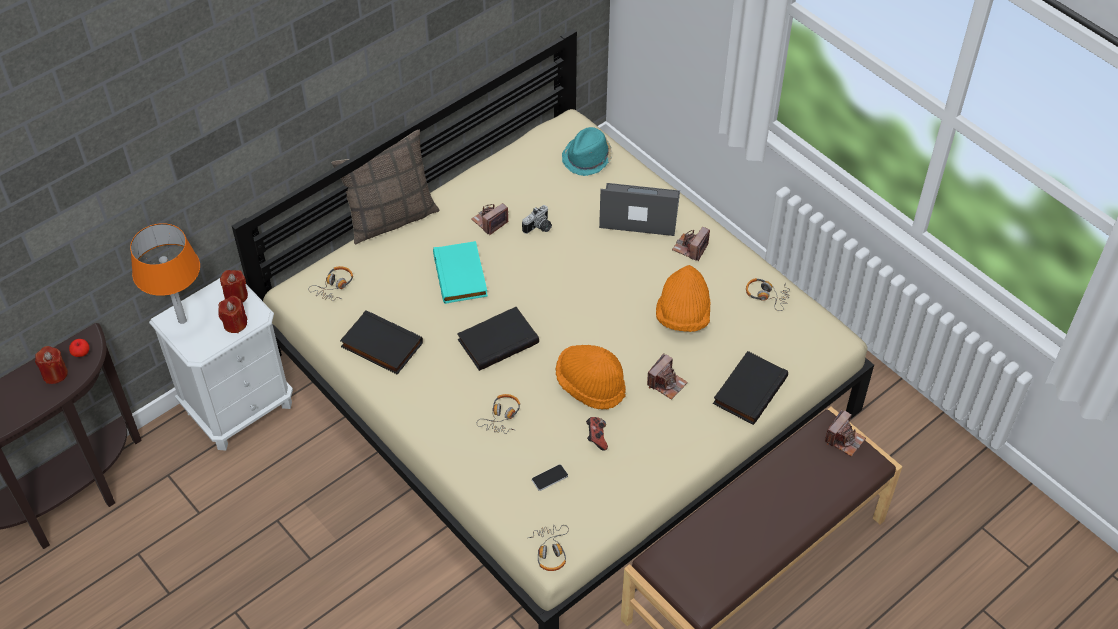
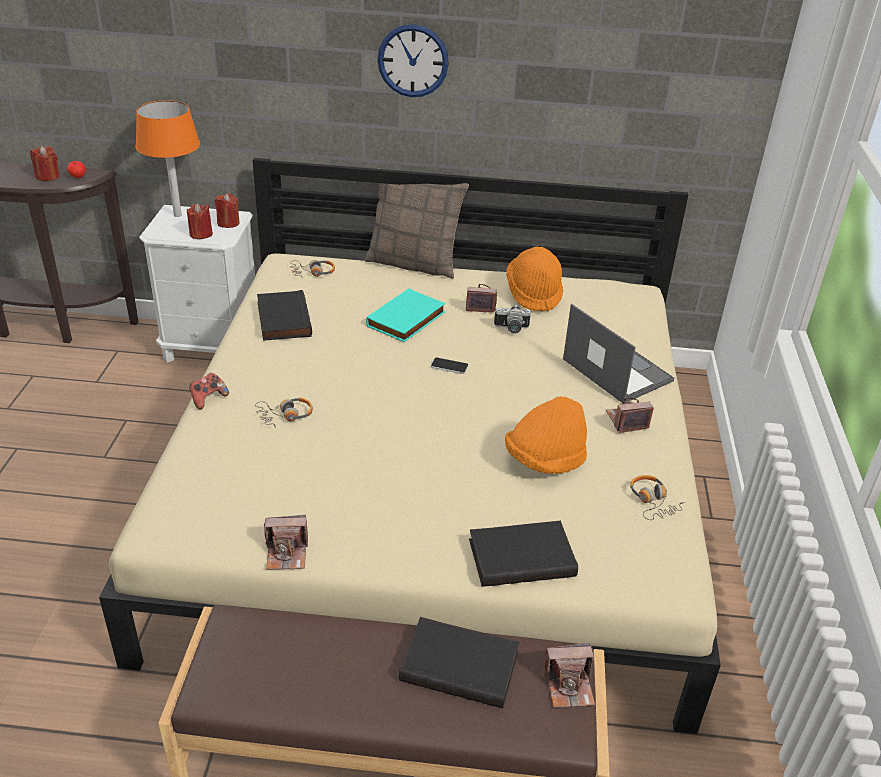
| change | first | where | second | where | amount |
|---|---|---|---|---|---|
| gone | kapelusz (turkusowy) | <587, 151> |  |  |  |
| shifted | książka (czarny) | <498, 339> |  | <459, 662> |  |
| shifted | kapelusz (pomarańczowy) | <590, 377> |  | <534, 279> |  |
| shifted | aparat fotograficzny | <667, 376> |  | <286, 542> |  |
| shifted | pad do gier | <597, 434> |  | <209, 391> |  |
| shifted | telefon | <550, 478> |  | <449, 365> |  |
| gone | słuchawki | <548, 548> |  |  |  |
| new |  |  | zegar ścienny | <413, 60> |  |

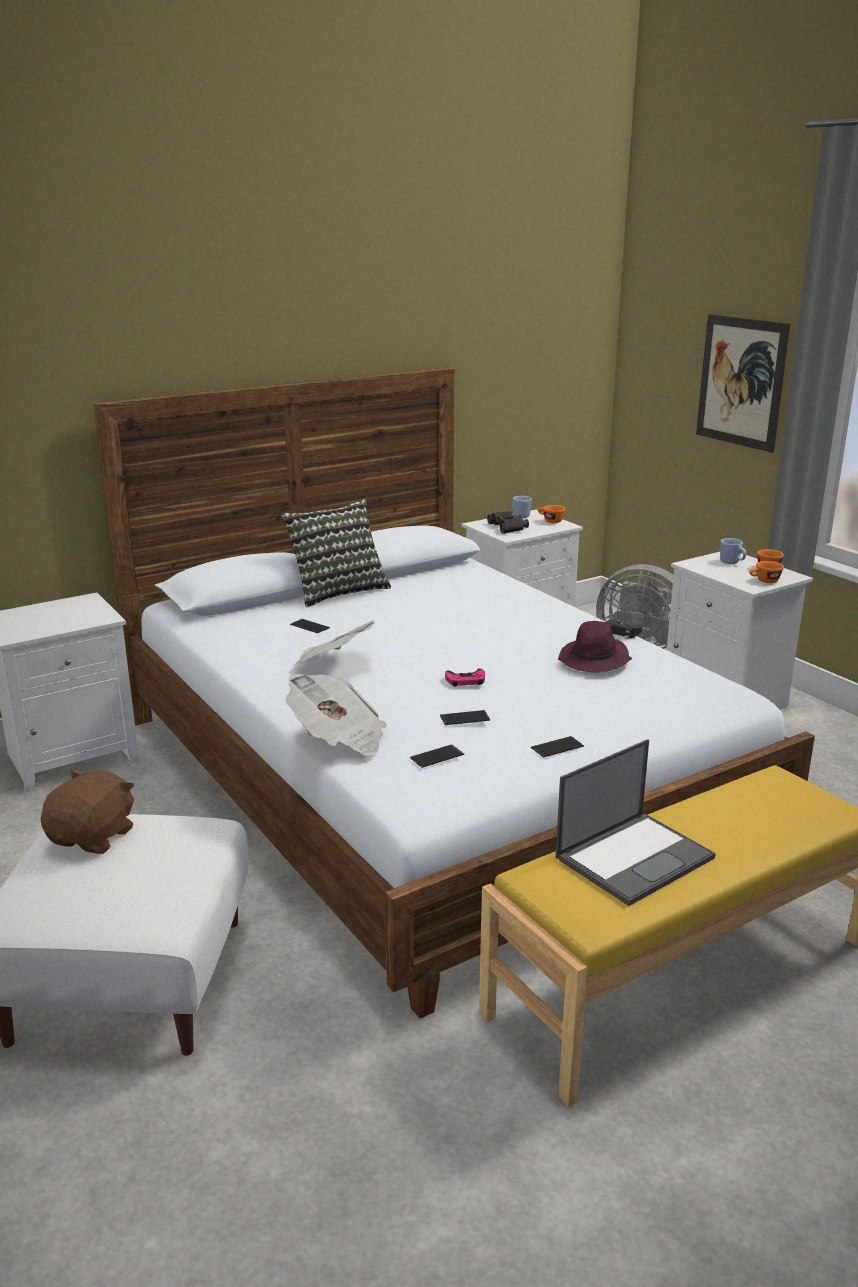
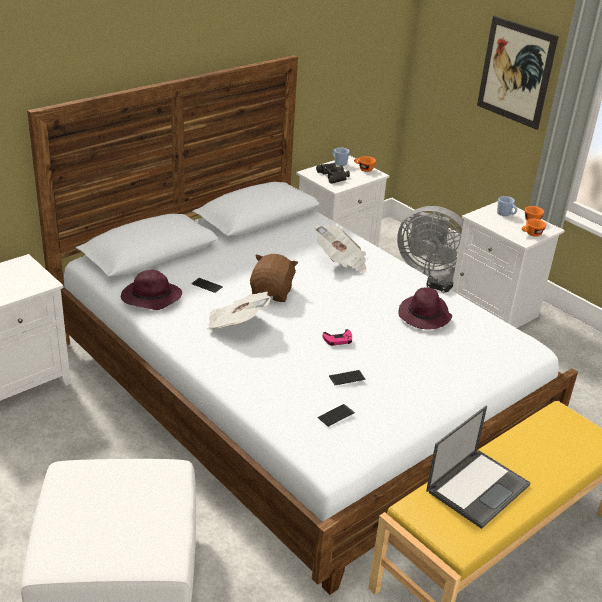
| change | first | where | second | where | amount |
|---|---|---|---|---|---|
| gone | poduszka | <336, 552> |  |  |  |
| shifted | gazeta | <335, 715> |  | <340, 249> |  |
| gone | telefon | <557, 747> |  |  |  |
| shifted | pluszak (brązowy) | <87, 811> |  | <274, 278> |  |
| new |  |  | kapelusz (fioletowy) | <151, 290> |  |

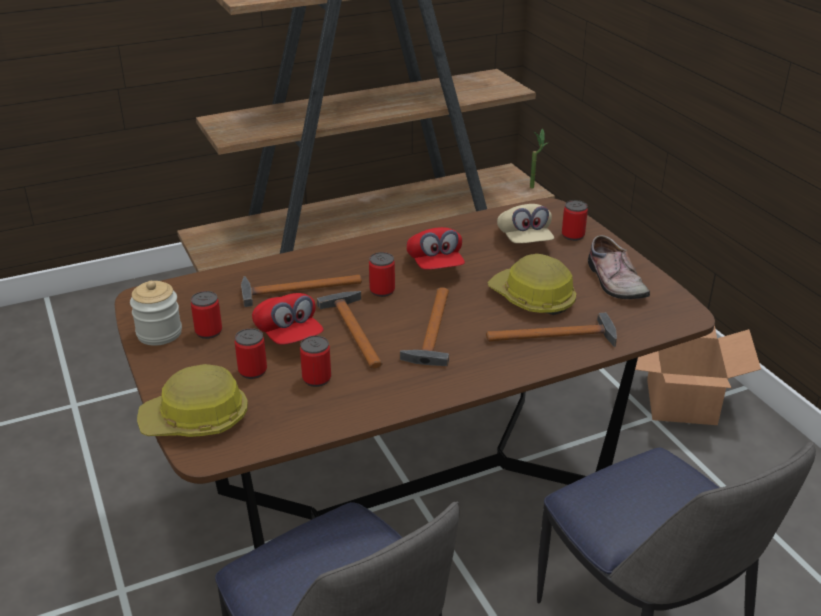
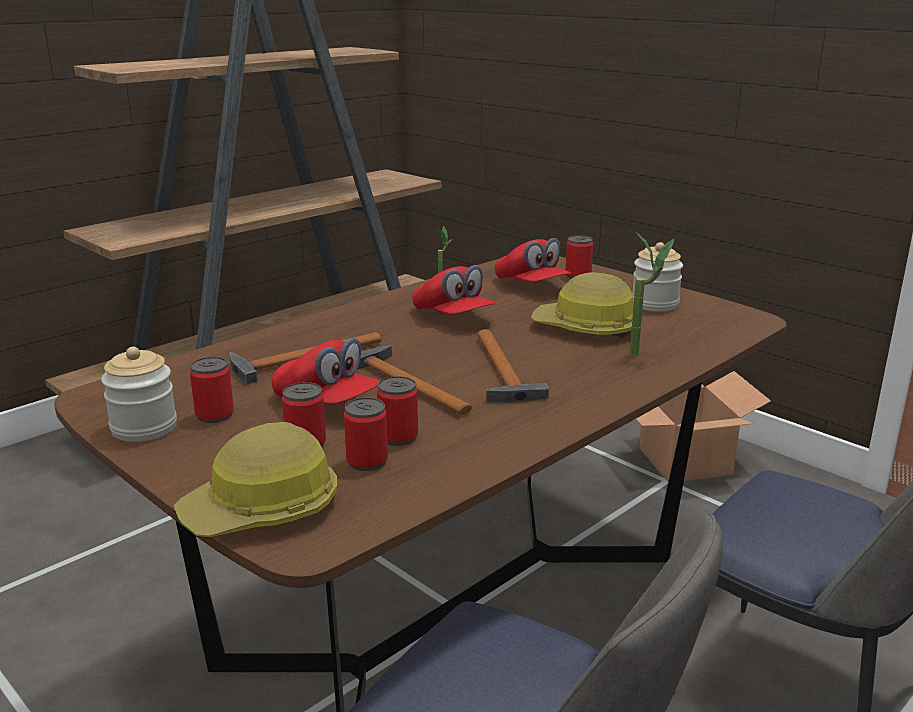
| change | first | where | second | where | amount |
|---|---|---|---|---|---|
| repainted | czapka z daszkiem (beżowy) | <525, 223> | czapka z daszkiem (czerwony) | <533, 260> |  |
| swapped | but | <619, 267> | słoik | <657, 277> |  |
| shifted | puszka | <382, 274> |  | <366, 434> |  |
| swapped | młotek | <551, 330> | roślina doniczkowa | <652, 294> |  |

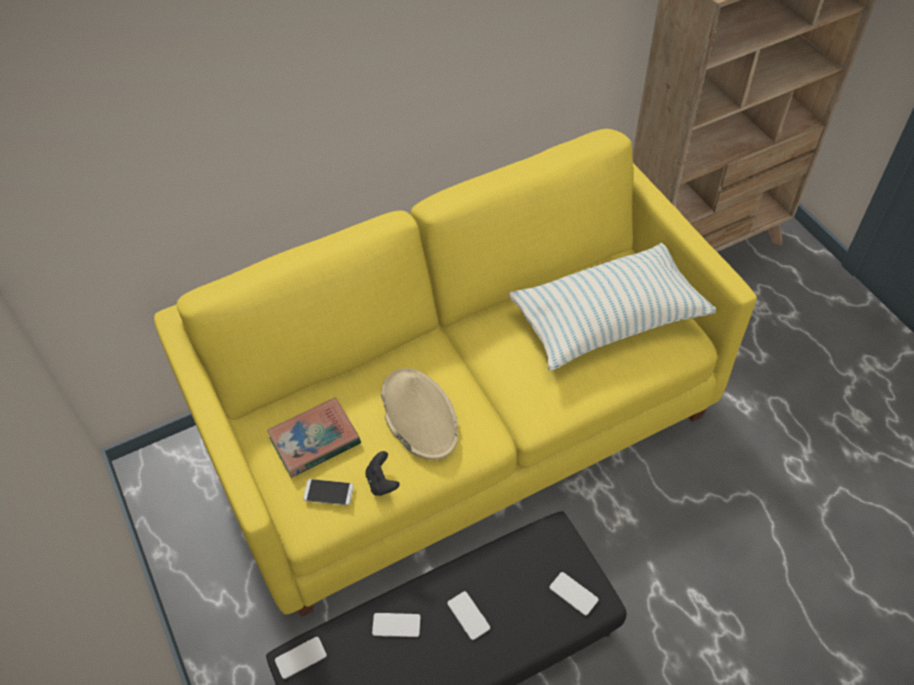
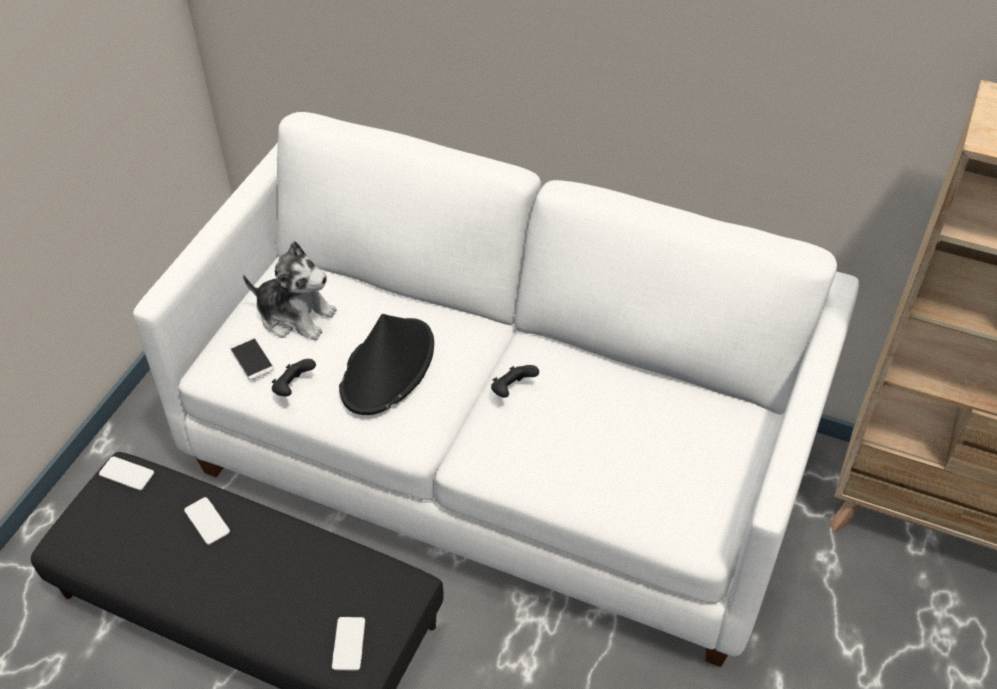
| change | first | where | second | where | amount |
|---|---|---|---|---|---|
| repainted | kanapa (żółty) | <455, 373> | kanapa (biały) | <496, 389> |  |
| gone | poduszka | <612, 307> |  |  |  |
| repainted | kapelusz (beżowy) | <419, 414> | kapelusz (czarny) | <386, 364> |  |
| swapped | książka | <314, 437> | pluszak | <290, 290> |  |
| gone | telefon | <468, 615> |  |  |  |
| new |  |  | pad do gier (czarny) | <515, 381> |  |

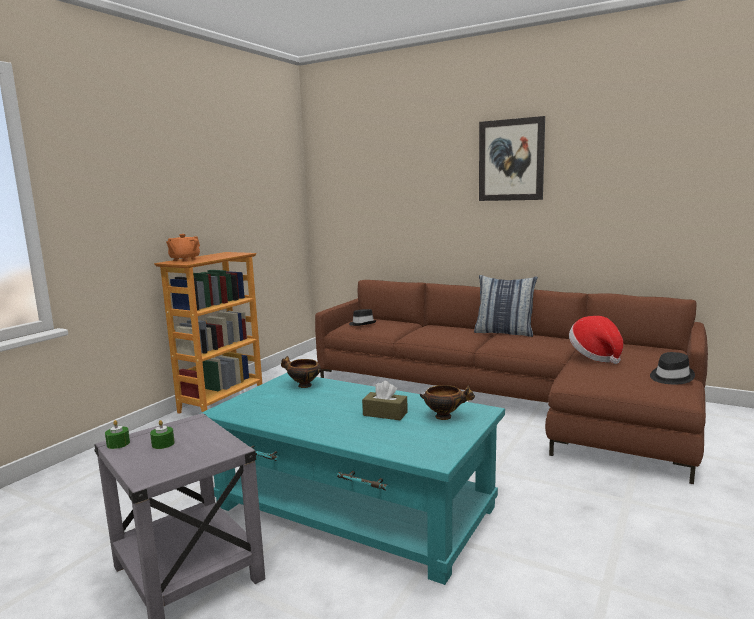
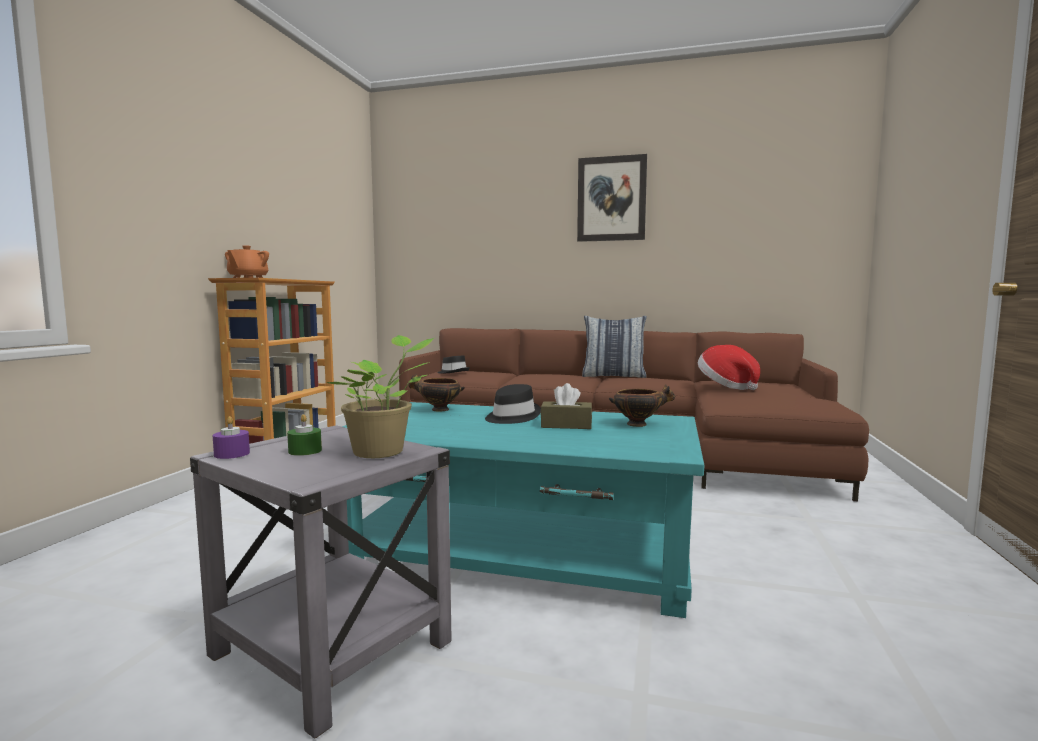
| change | first | where | second | where | amount |
|---|---|---|---|---|---|
| shifted | kapelusz (czarny) | <672, 368> |  | <513, 404> |  |
| repainted | świeca (zielony) | <117, 434> | świeca (fioletowy) | <231, 437> |  |
| new |  |  | roślina doniczkowa | <380, 396> |  |

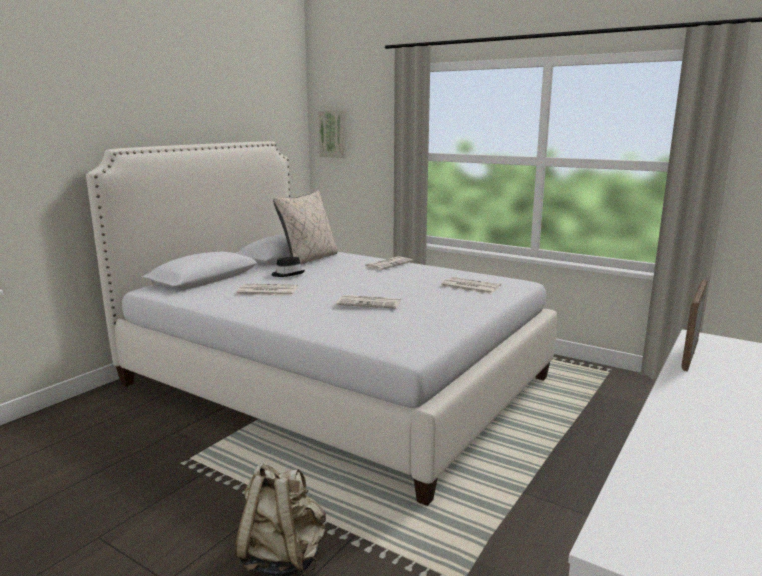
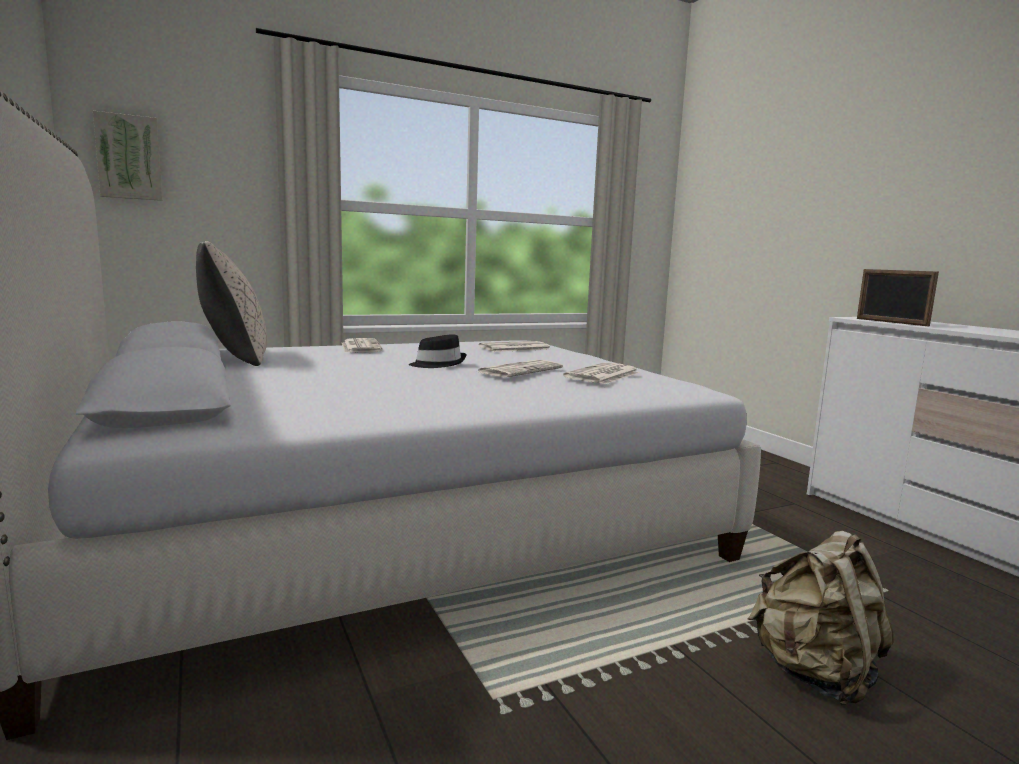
| change | first | where | second | where | amount |
|---|---|---|---|---|---|
| shifted | kapelusz (czarny) | <288, 267> |  | <438, 351> |  |
| shifted | gazeta | <267, 290> |  | <601, 373> |  |

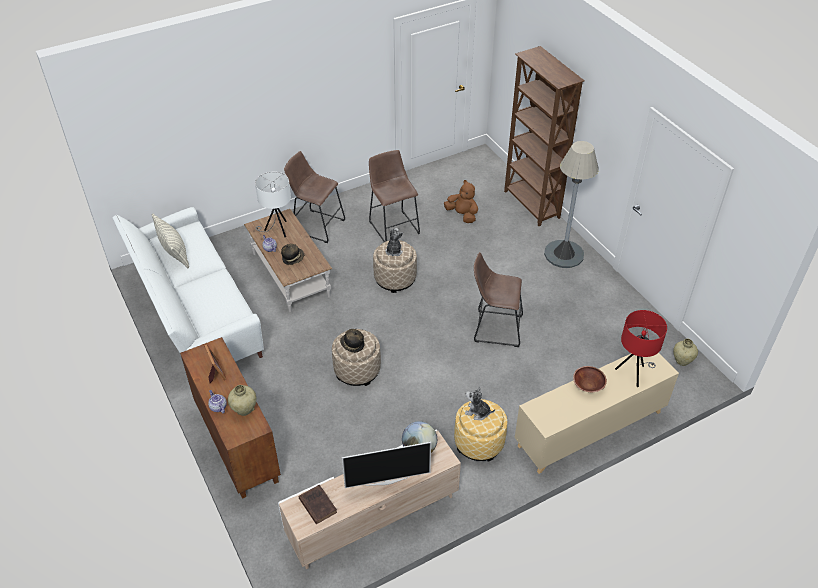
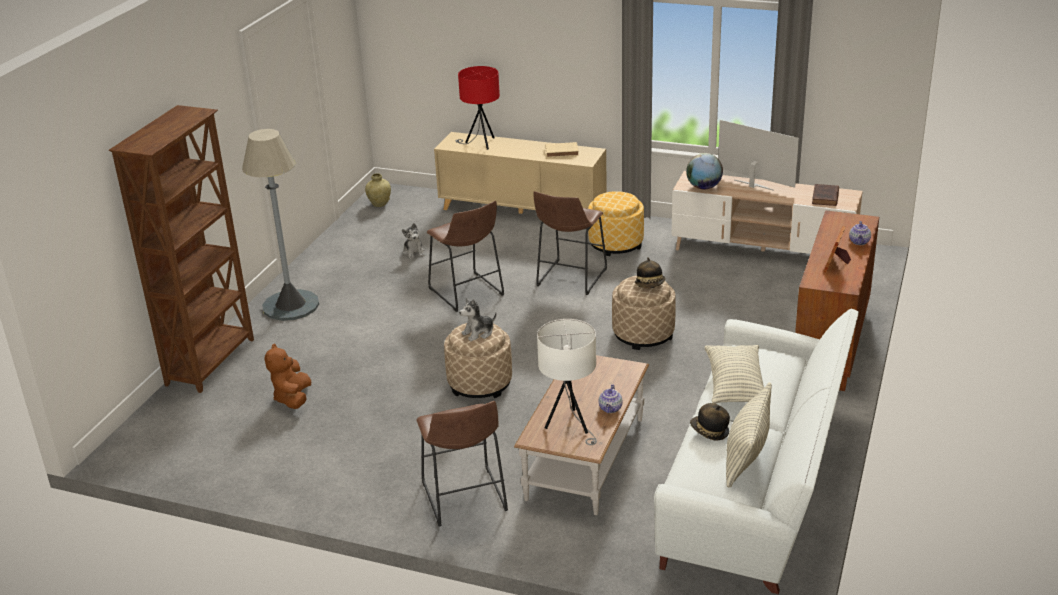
| change | first | where | second | where | amount |
|---|---|---|---|---|---|
| shifted | stołek (brązowy) | <394, 196> |  | <570, 243> |  |
| shifted | kapelusz | <292, 254> |  | <710, 421> |  |
| gone | miska (brązowy) | <590, 379> |  |  |  |
| gone | wazon (beżowy) | <242, 400> |  |  |  |
| shifted | pluszak | <480, 403> |  | <413, 241> |  |
| new |  |  | książka (beżowy) | <562, 150> |  |
| new |  |  | poduszka | <734, 374> |  |

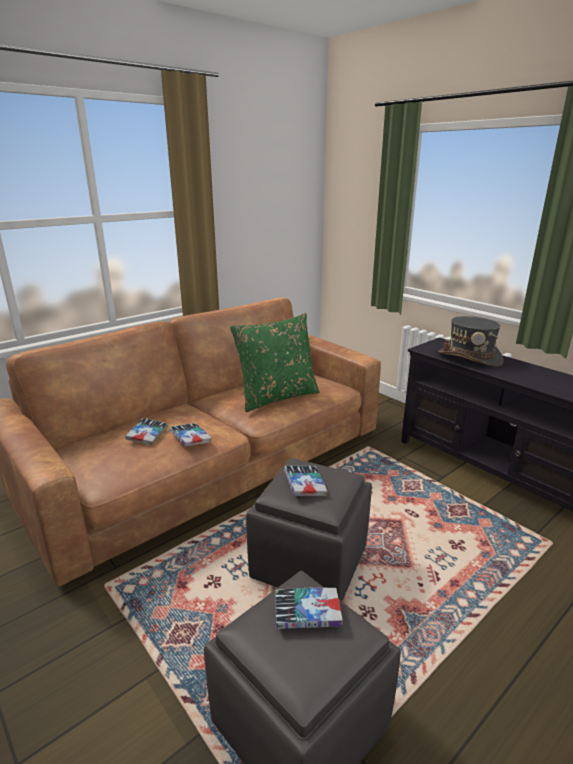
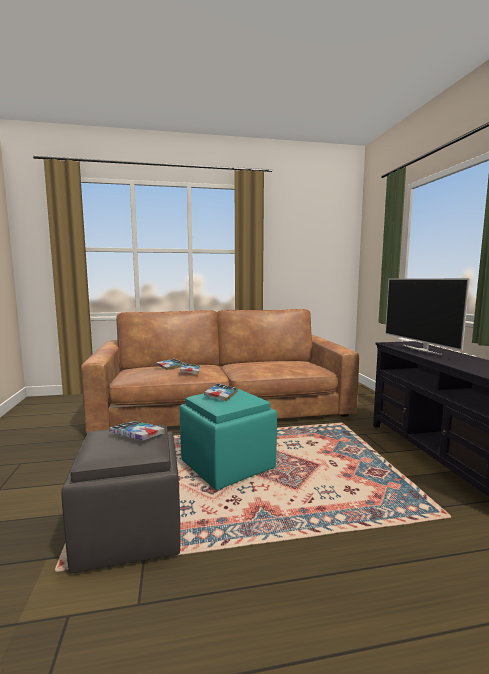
| change | first | where | second | where | amount |
|---|---|---|---|---|---|
| gone | poduszka (zielony) | <275, 362> |  |  |  |
| swapped | kapelusz (szary) | <471, 341> | telewizor | <427, 316> |  |
| repainted | pufa (szary) | <309, 529> | pufa (turkusowy) | <228, 438> |  |

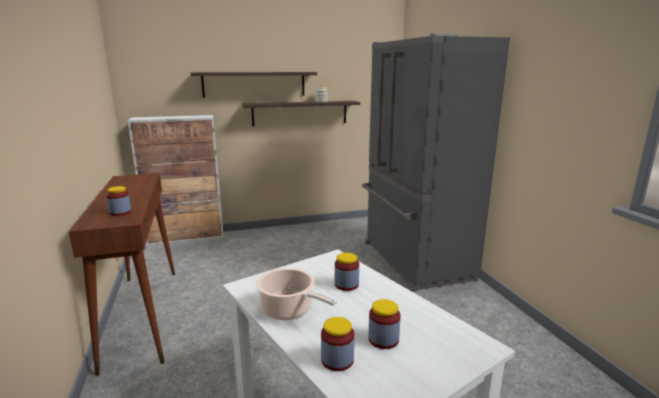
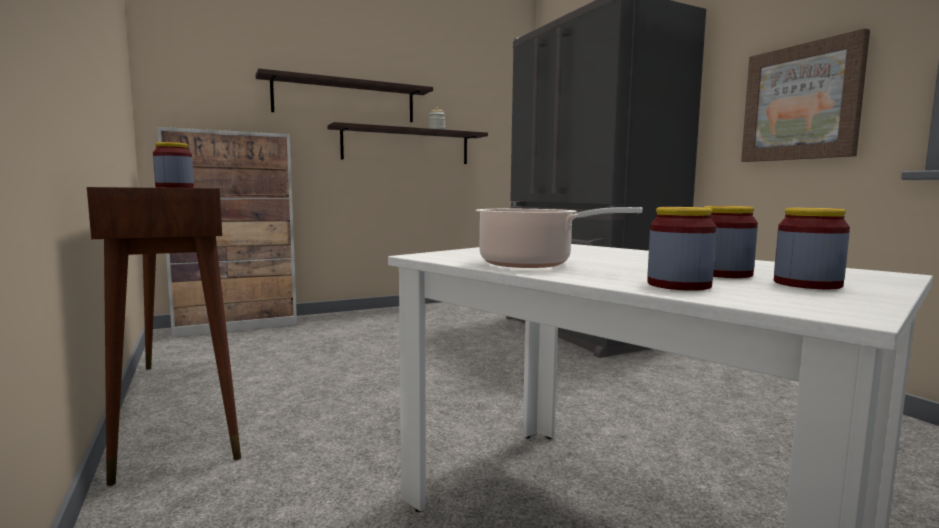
| change | first | where | second | where | amount |
|---|---|---|---|---|---|
| shifted | słoik | <347, 272> |  | <812, 248> |  |
| new |  |  | obraz | <805, 95> |  |

